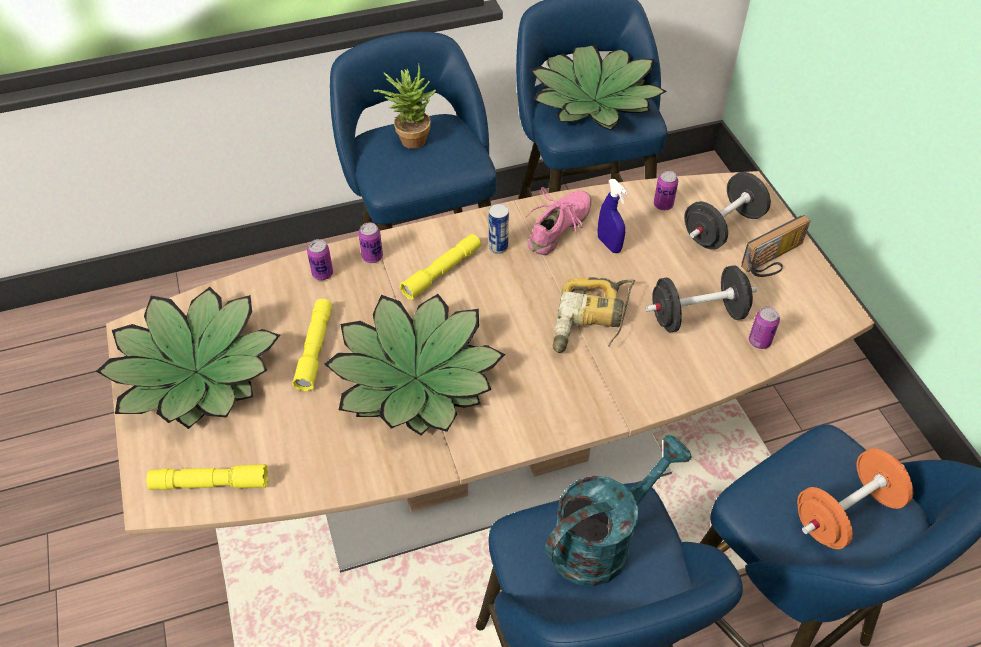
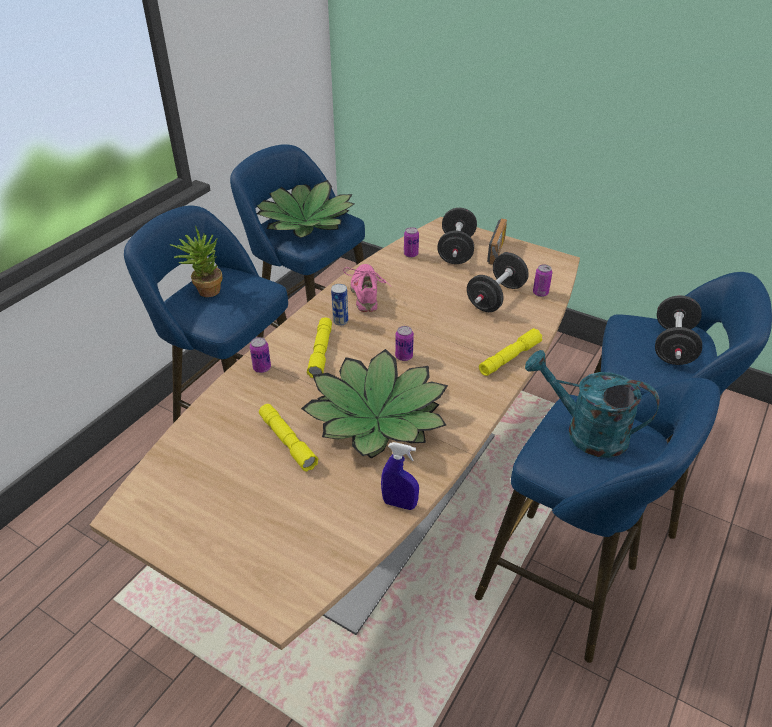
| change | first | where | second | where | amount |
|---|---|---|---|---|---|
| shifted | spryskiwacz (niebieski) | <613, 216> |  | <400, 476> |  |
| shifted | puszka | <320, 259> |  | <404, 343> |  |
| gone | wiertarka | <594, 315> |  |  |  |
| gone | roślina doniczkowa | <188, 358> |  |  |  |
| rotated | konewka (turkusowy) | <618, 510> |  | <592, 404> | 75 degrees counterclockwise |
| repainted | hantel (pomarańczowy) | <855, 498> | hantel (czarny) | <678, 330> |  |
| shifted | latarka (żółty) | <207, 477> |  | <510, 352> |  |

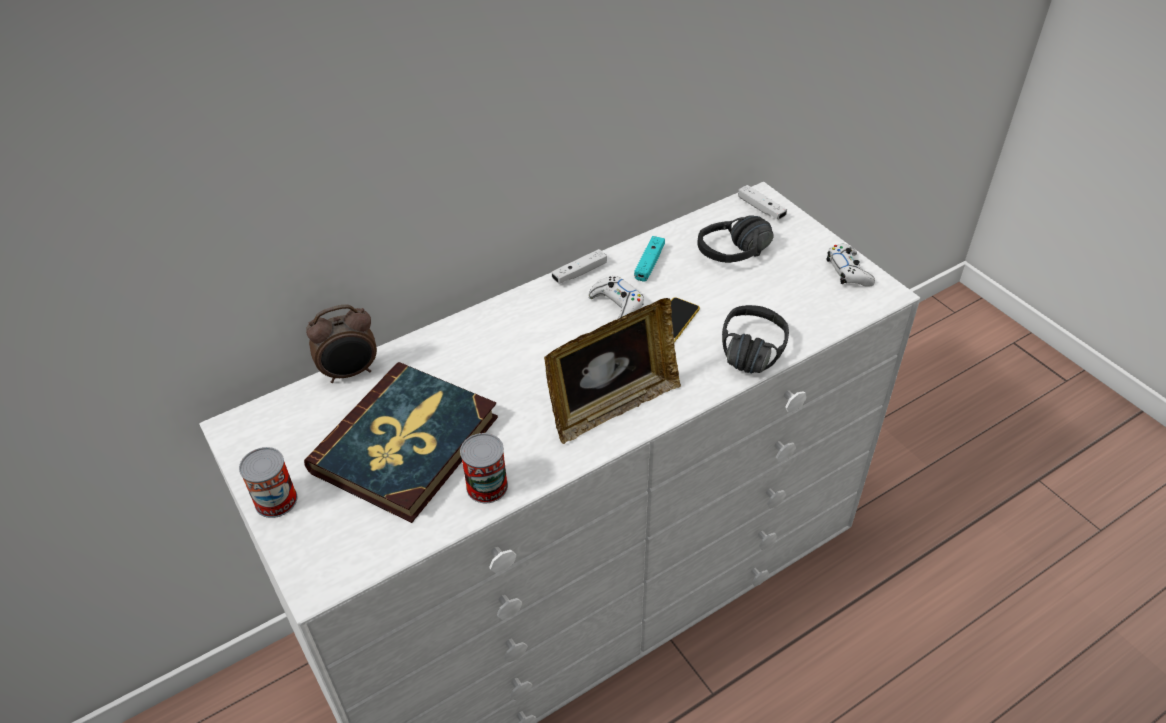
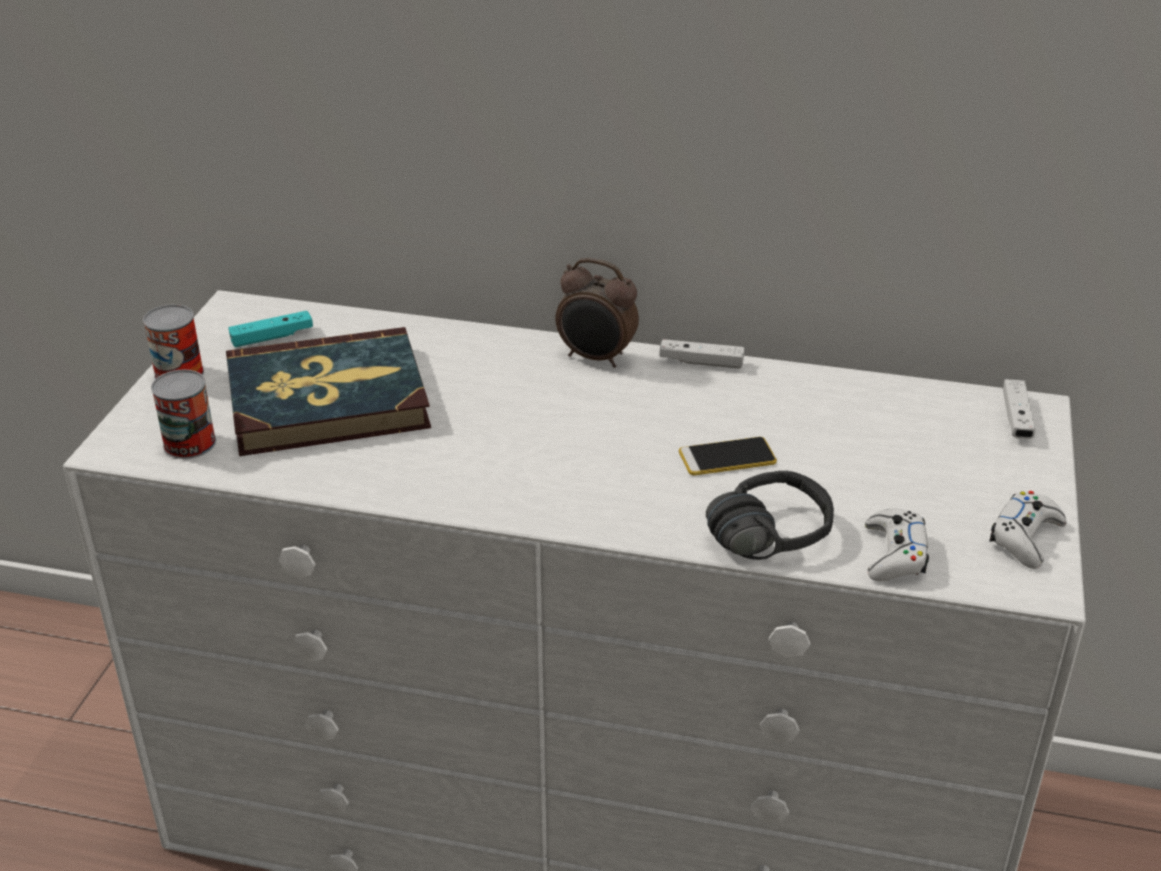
| change | first | where | second | where | amount |
|---|---|---|---|---|---|
| gone | słuchawki (czarny) | <736, 239> |  |  |  |
| shifted | pad do gier (turkusowy) | <649, 259> |  | <270, 329> |  |
| shifted | pad do gier (biały) | <616, 297> |  | <897, 544> |  |
| gone | ramka na zdjęcie | <612, 371> |  |  |  |
| shifted | budzik | <341, 344> |  | <597, 313> |  |
| shifted | puszka | <484, 468> |  | <183, 414> |  |

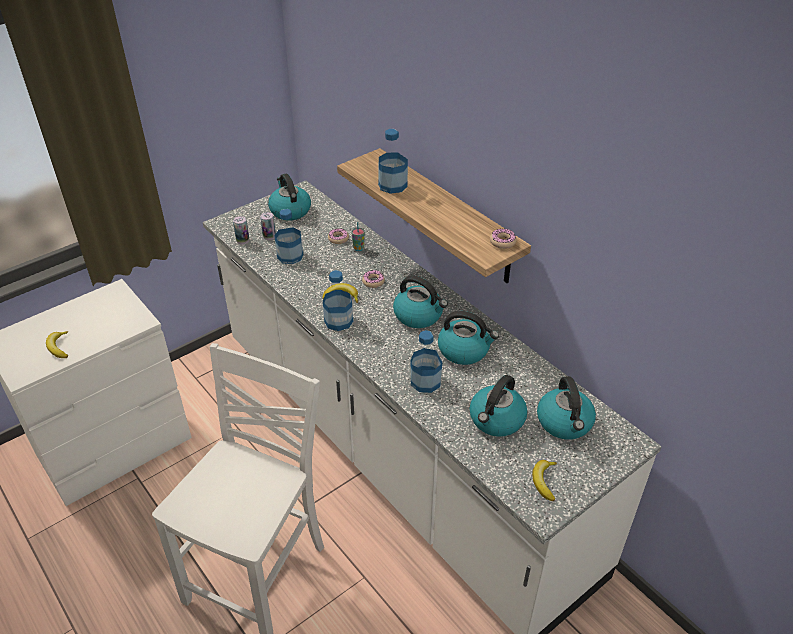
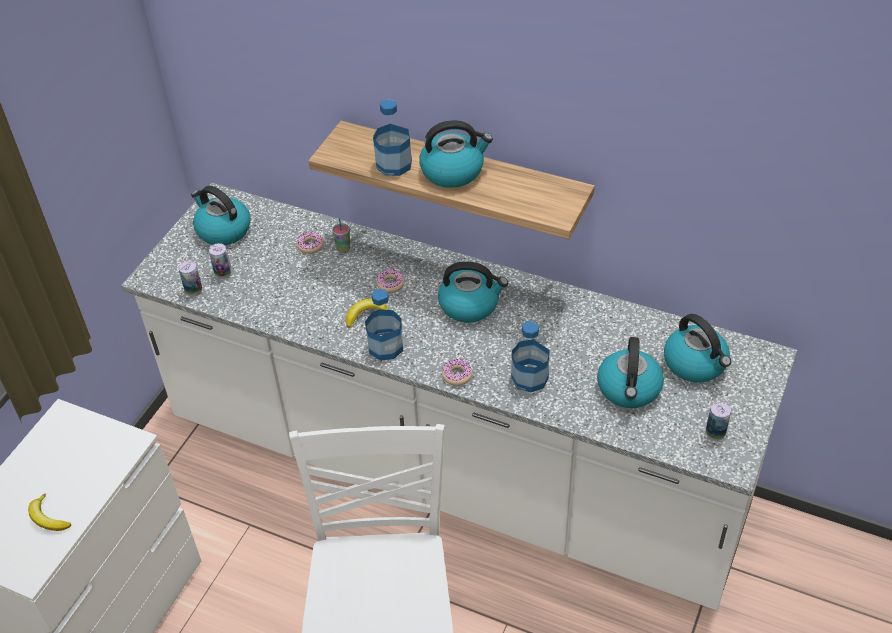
| change | first | where | second | where | amount |
|---|---|---|---|---|---|
| gone | butelka | <288, 236> |  |  |  |
| shifted | donut | <503, 239> |  | <457, 372> |  |
| shifted | czajnik | <468, 338> |  | <456, 154> |  |
| swapped | banan | <544, 480> | puszka | <718, 421> |  |

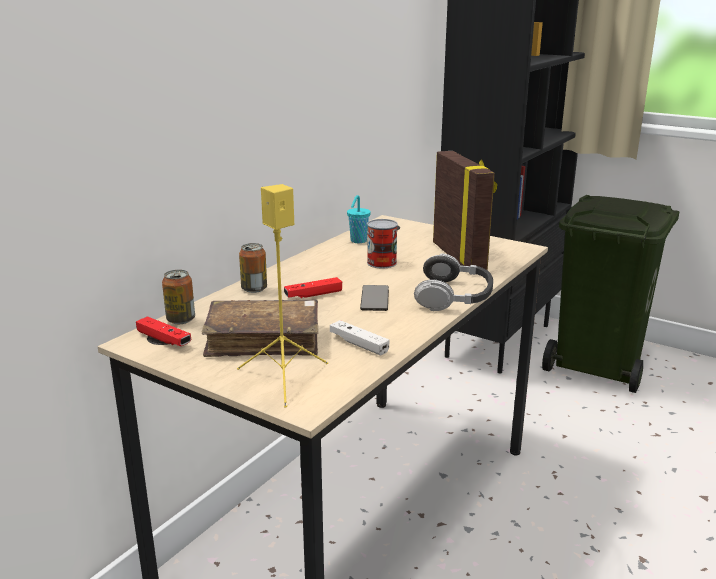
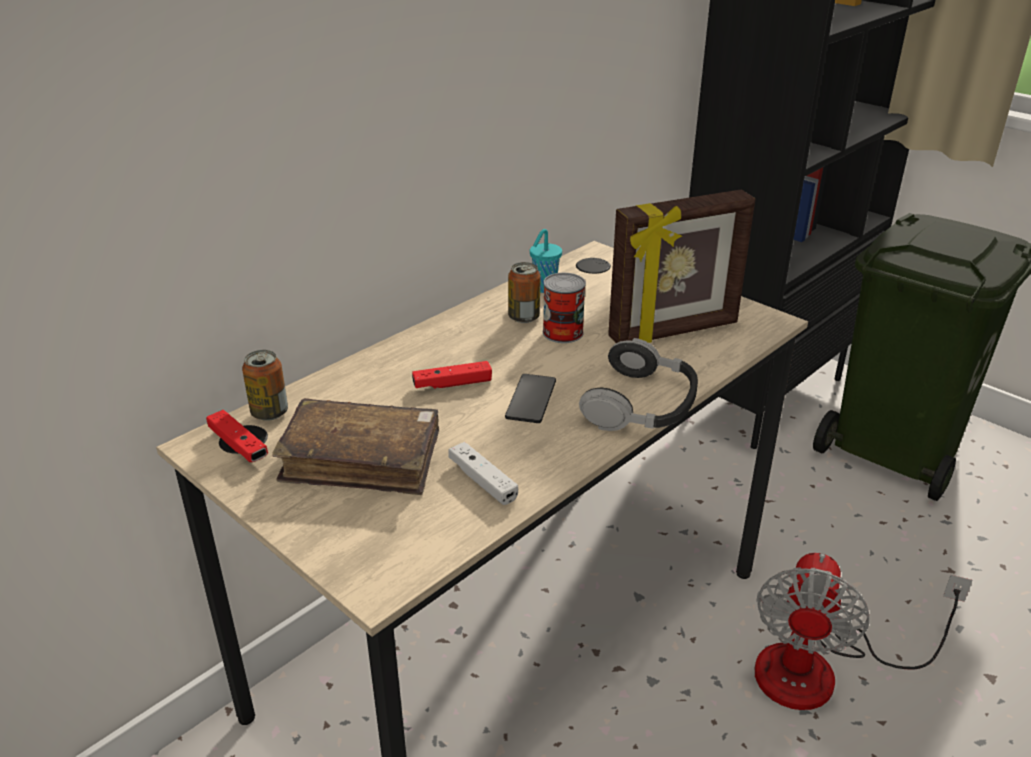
| change | first | where | second | where | amount |
|---|---|---|---|---|---|
| rotated | ramka na zdjęcie | <465, 210> |  | <681, 266> | 75 degrees clockwise |
| gone | głośnik (żółty) | <282, 295> |  |  |  |
| shifted | puszka | <253, 268> |  | <524, 292> |  |
| new |  |  | wentylator | <863, 631> |  |

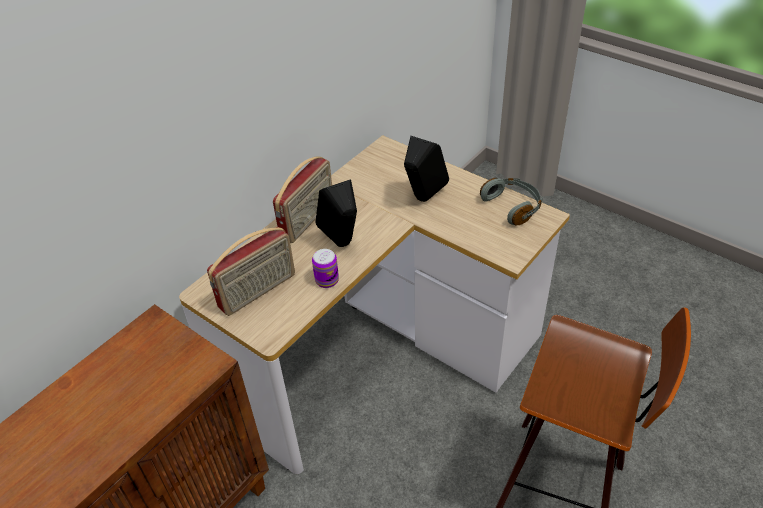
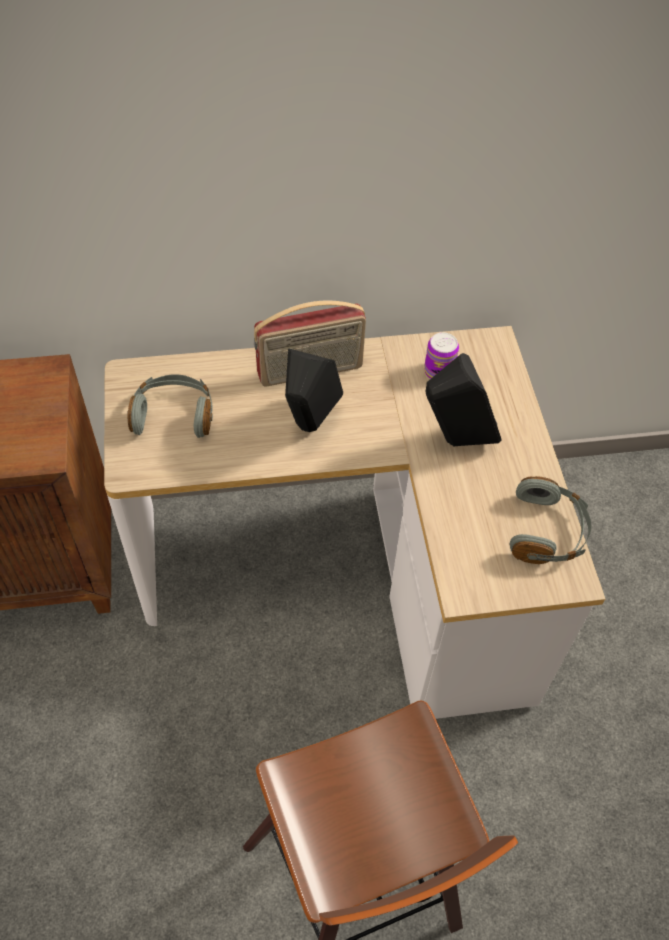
| change | first | where | second | where | amount |
|---|---|---|---|---|---|
| swapped | radio | <251, 271> | słuchawki (szary) | <170, 406> |  |
| shifted | puszka | <325, 268> |  | <441, 355> |  |

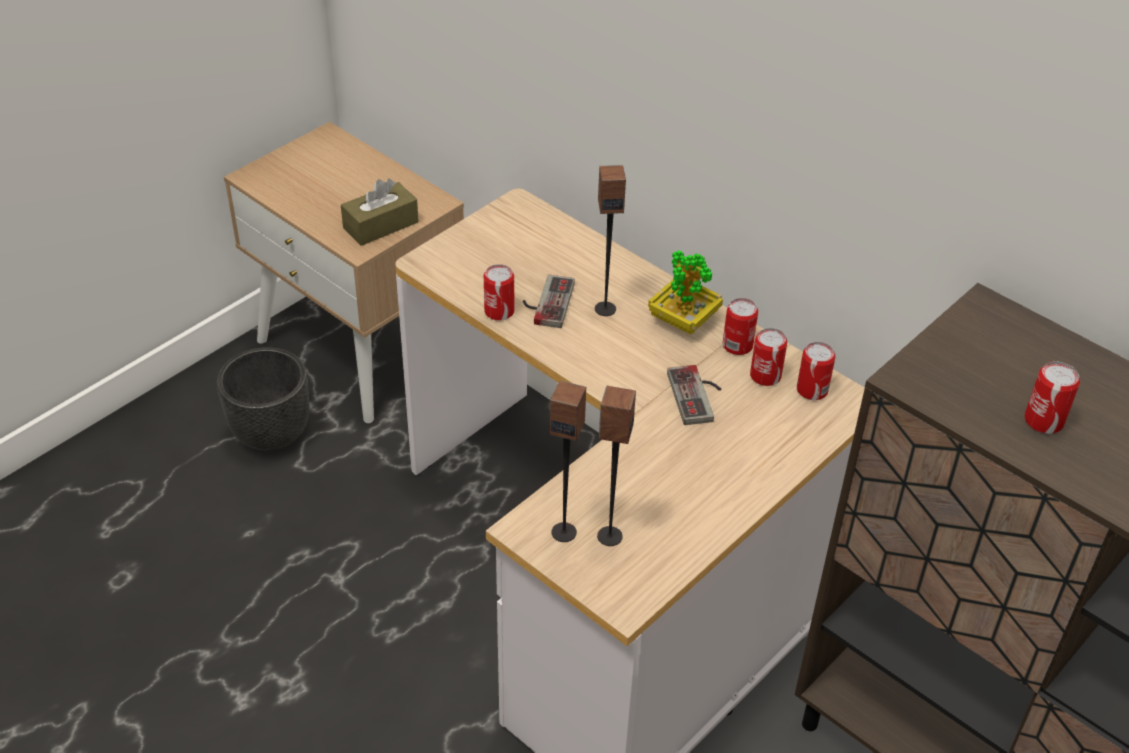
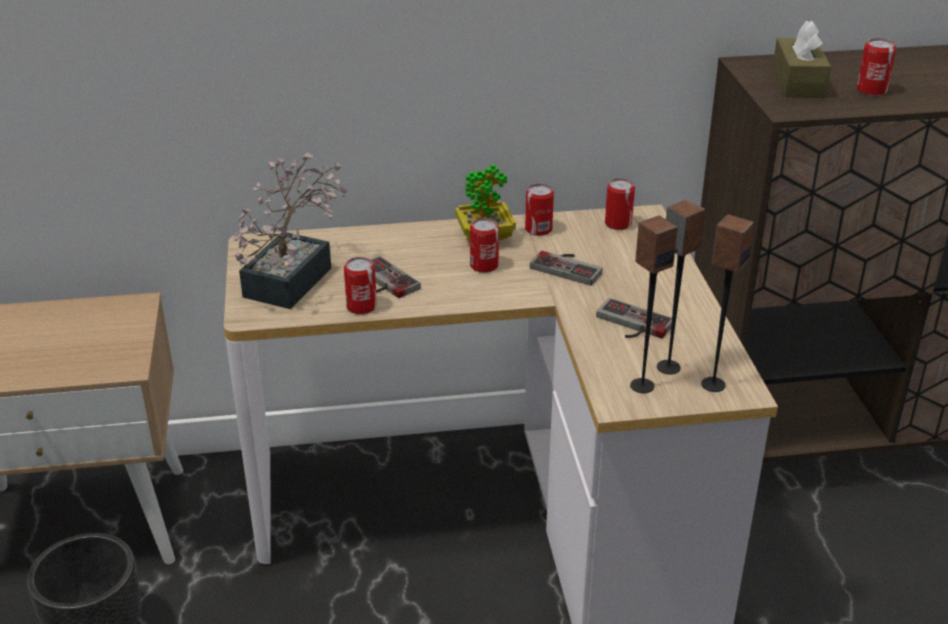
| change | first | where | second | where | amount |
|---|---|---|---|---|---|
| shifted | głośnik | <610, 240> |  | <727, 303> |  |
| shifted | pudełko chusteczek (brązowy) | <380, 212> |  | <801, 59> |  |
| shifted | puszka | <768, 357> |  | <484, 245> |  |
| new |  |  | roślina doniczkowa | <290, 231> |  |
| new |  |  | pad do gier | <634, 318> |  |

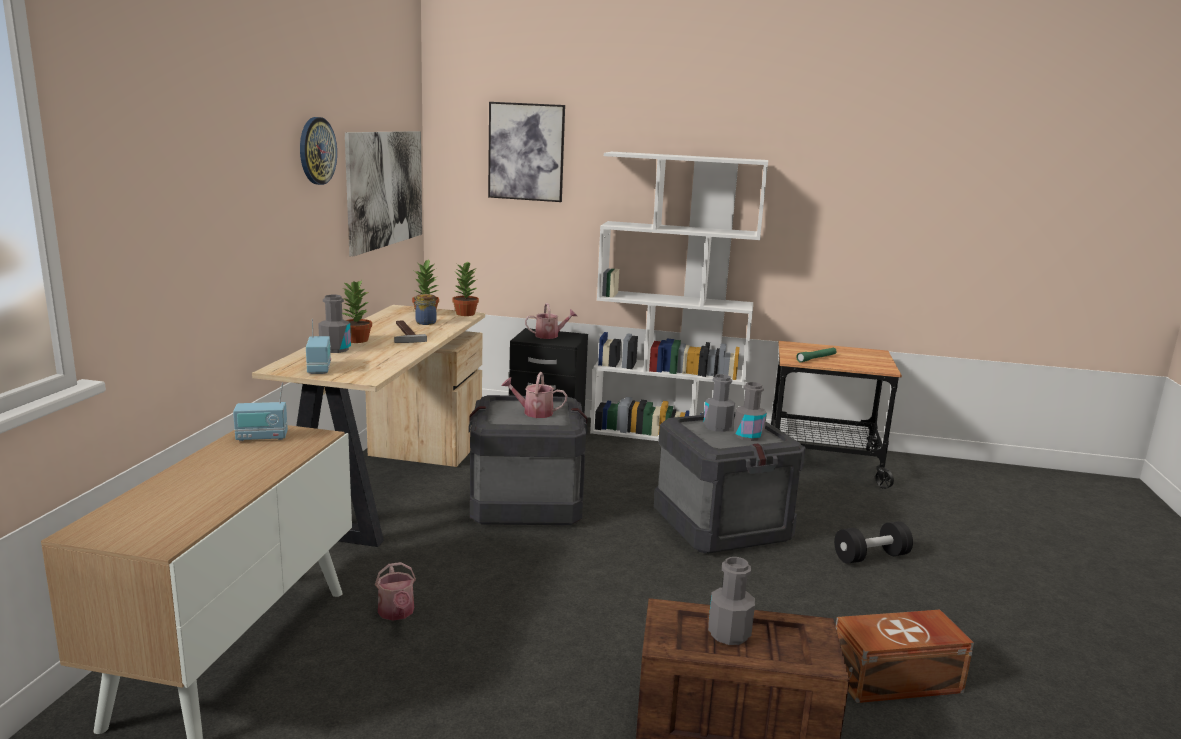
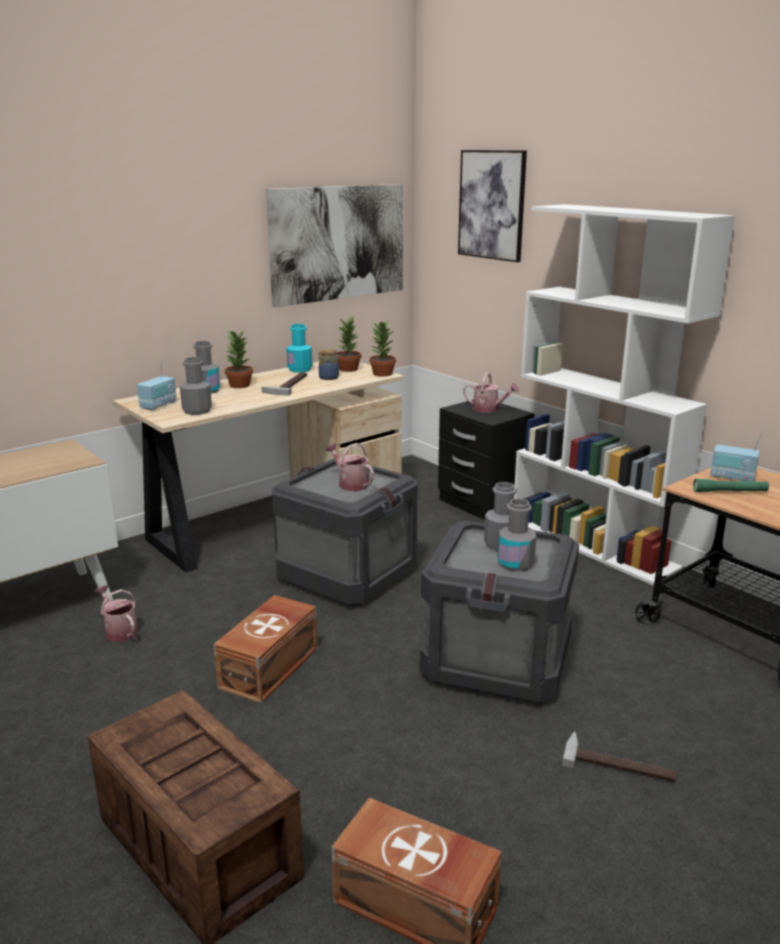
| change | first | where | second | where | amount |
|---|---|---|---|---|---|
| gone | zegar ścienny | <318, 151> |  |  |  |
| shifted | radio | <260, 412> |  | <736, 457> |  |
| swapped | hantel (czarny) | <873, 542> | młotek | <619, 756> |  |
| shifted | butelka (szary) | <731, 601> |  | <196, 386> |  |
| rotated | konewka | <395, 591> |  | <117, 613> | 120 degrees clockwise |
| new |  |  | butelka (turkusowy) | <299, 348> |  |
| new |  |  | pojemnik do przechowywania (brązowy) | <265, 649> |  |

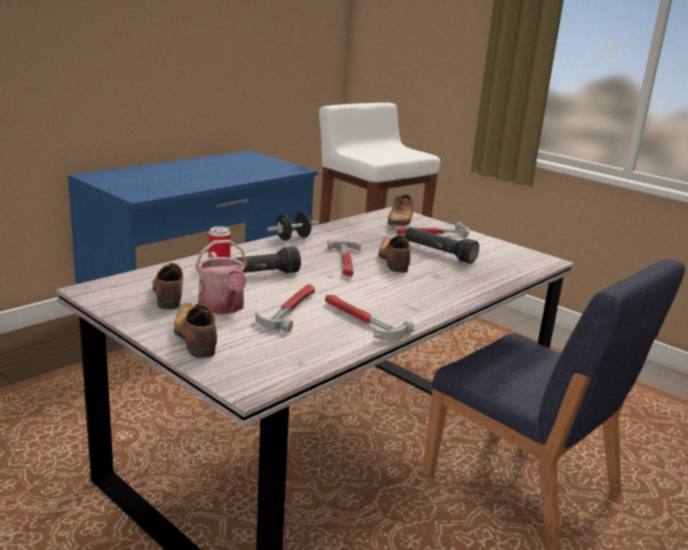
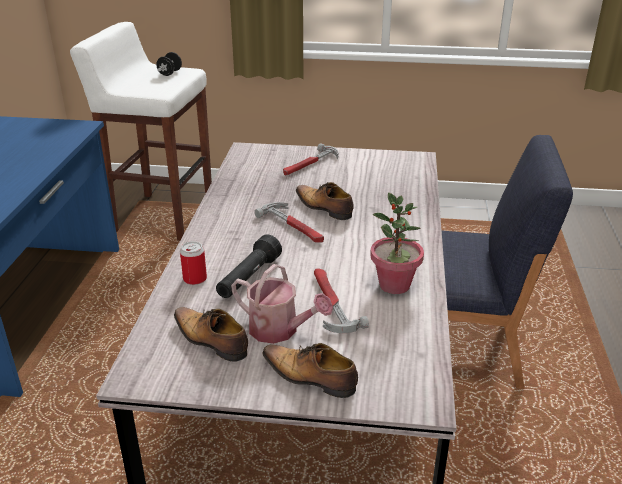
| change | first | where | second | where | amount |
|---|---|---|---|---|---|
| gone | but | <400, 210> |  |  |  |
| shifted | hantel (czarny) | <292, 226> |  | <169, 64> |  |
| gone | latarka (czarny) | <442, 245> |  |  |  |
| swapped | młotek | <369, 317> | roślina doniczkowa | <397, 243> |  |

